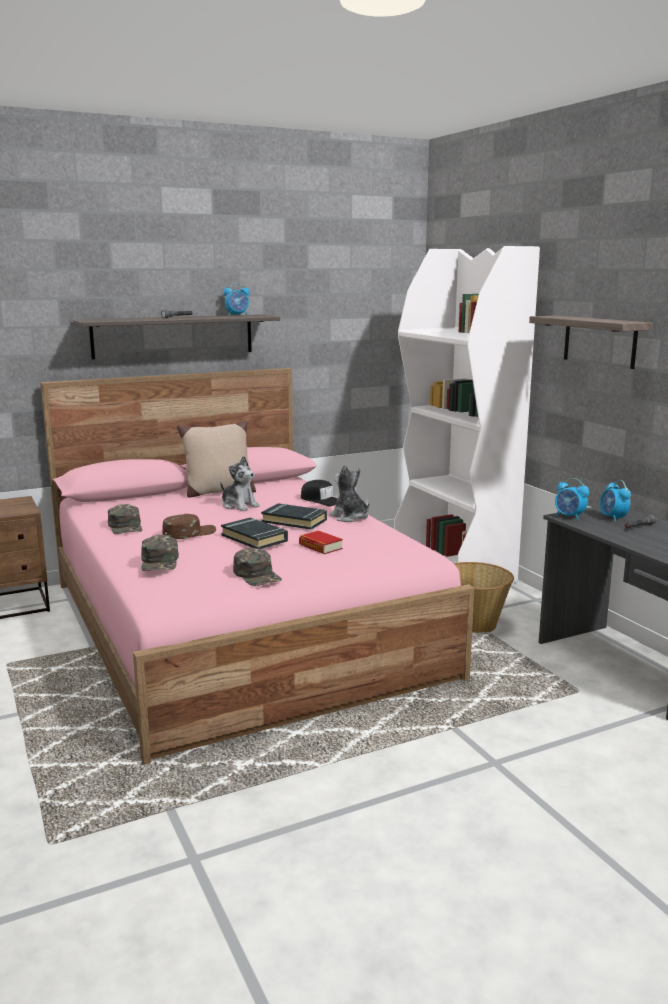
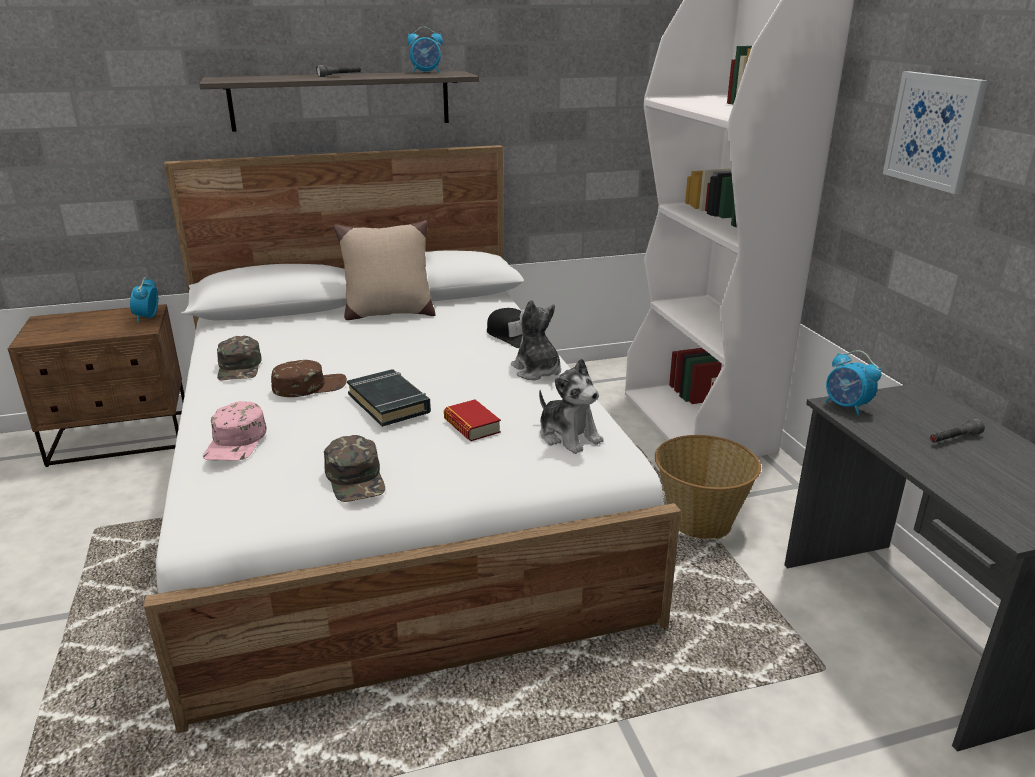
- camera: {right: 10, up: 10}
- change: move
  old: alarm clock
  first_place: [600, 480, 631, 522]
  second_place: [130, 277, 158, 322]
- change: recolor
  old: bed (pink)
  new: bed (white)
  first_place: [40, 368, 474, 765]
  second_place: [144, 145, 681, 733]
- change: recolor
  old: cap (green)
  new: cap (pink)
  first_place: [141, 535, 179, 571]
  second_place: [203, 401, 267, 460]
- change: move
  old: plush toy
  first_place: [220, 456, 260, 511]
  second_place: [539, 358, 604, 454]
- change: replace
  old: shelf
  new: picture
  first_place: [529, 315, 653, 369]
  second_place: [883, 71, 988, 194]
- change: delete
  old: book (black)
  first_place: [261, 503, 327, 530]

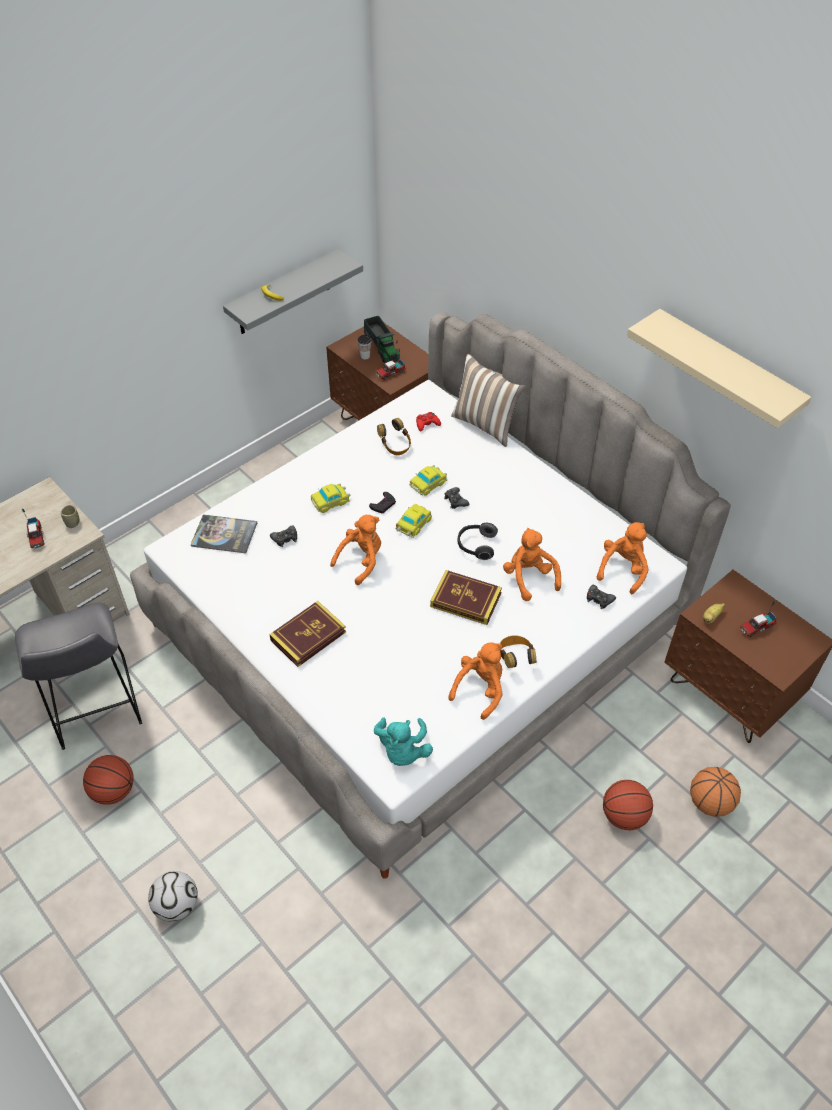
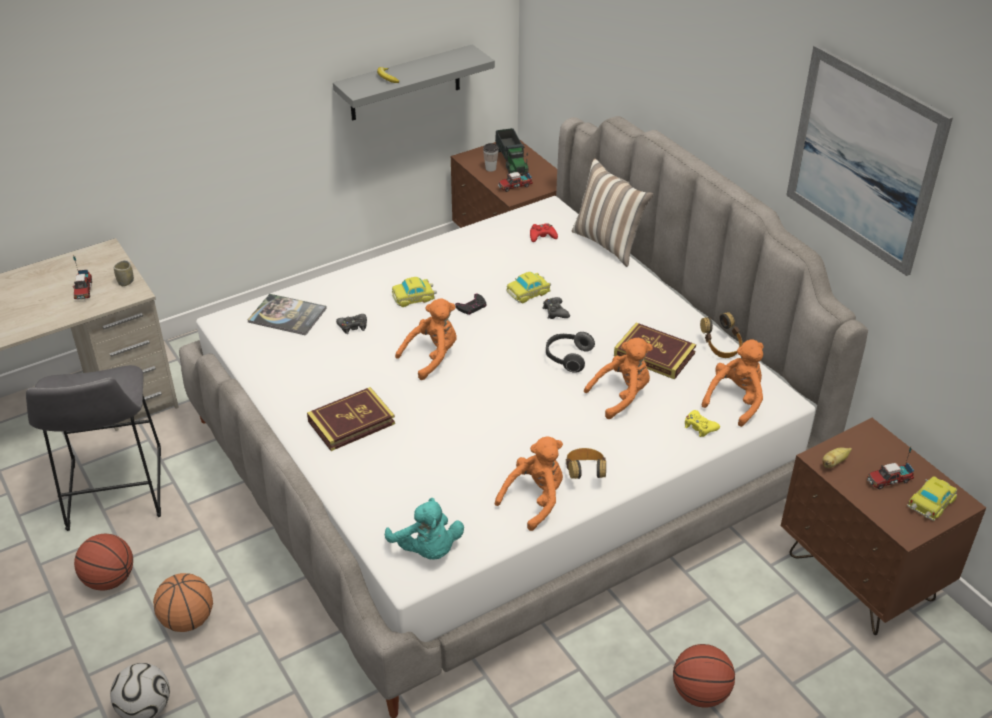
- camera: {right: 10, up: -10}
- change: move
  old: basketball
  first_place: [690, 767, 741, 817]
  second_place: [153, 573, 213, 632]
- change: rotate
  old: plush toy (turquoise)
  first_place: [374, 717, 433, 766]
  second_place: [385, 498, 464, 560]
  degrees: -45
- change: rotate
  old: plush toy (orange)
  first_place: [503, 528, 561, 601]
  second_place: [584, 338, 653, 419]
  degrees: 75
- change: move
  old: book
  first_place: [430, 570, 502, 625]
  second_place: [614, 322, 696, 380]
- change: recolor
  old: game controller (black)
  new: game controller (yellow)
  first_place: [587, 585, 616, 609]
  second_place: [685, 410, 720, 437]
- change: move
  old: headphones
  first_place: [377, 418, 411, 455]
  second_place: [700, 312, 742, 358]
- change: replace
  old: shelf (beige)
  new: picture
  first_place: [627, 309, 811, 428]
  second_place: [786, 45, 953, 276]
- change: move
  old: toy car
  first_place: [395, 504, 432, 538]
  second_place: [907, 476, 957, 521]

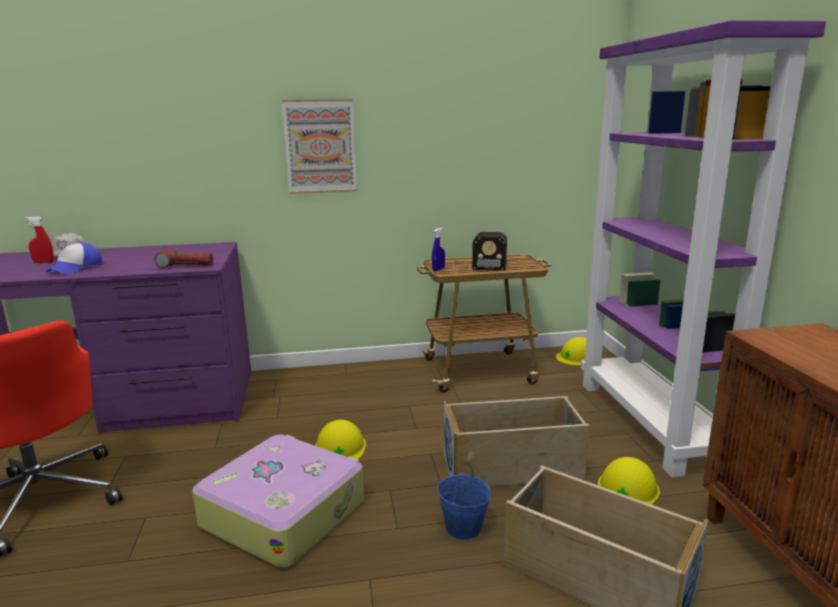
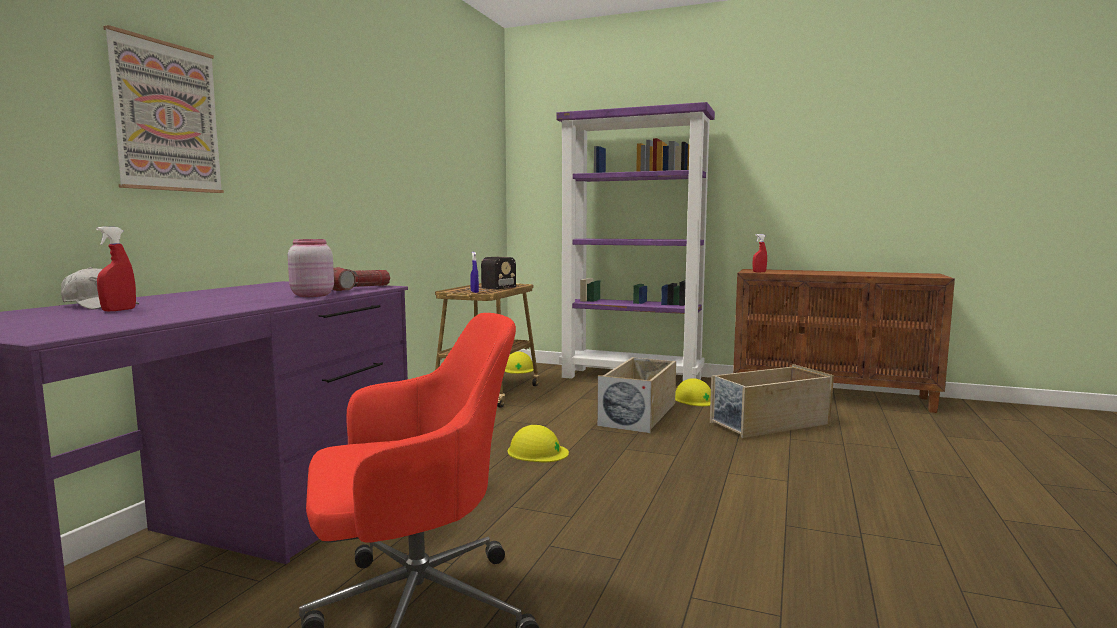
- camera: {right: -60, up: -10}
- change: move
  old: picture
  first_place: [282, 99, 357, 194]
  second_place: [103, 25, 224, 193]
- change: insert
  new: jar (pink)
  second_place: [288, 239, 334, 297]
- change: insert
  new: spray bottle (red)
  second_place: [753, 234, 767, 272]
- change: delete
  old: cap
  first_place: [46, 243, 102, 274]
- change: delete
  old: suitcase
  first_place: [192, 435, 364, 568]
- change: delete
  old: bucket (blue)
  first_place: [437, 462, 491, 540]

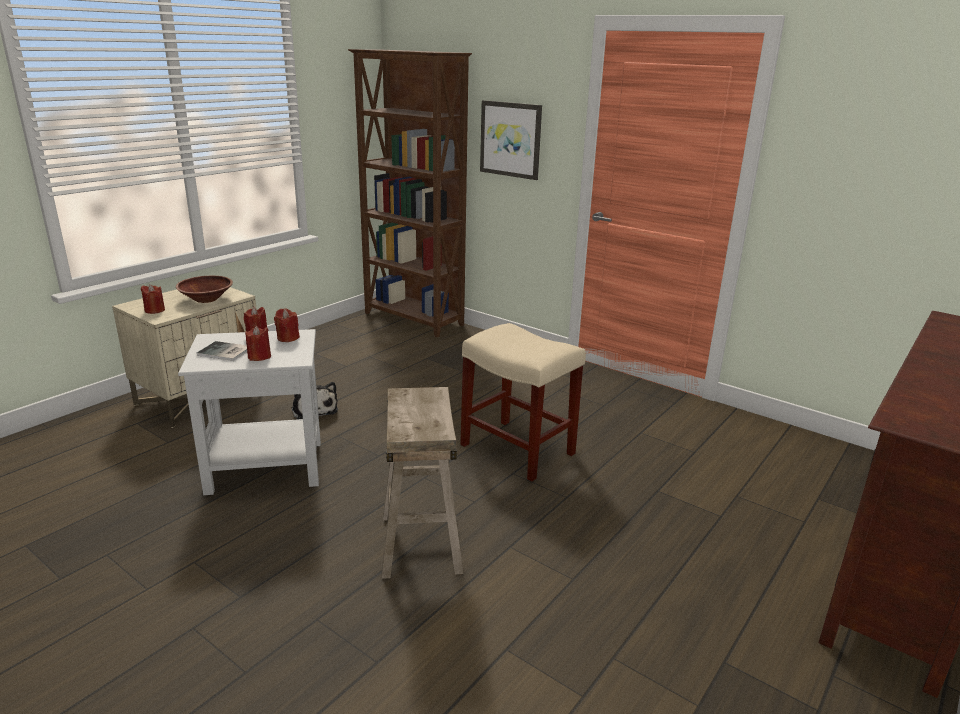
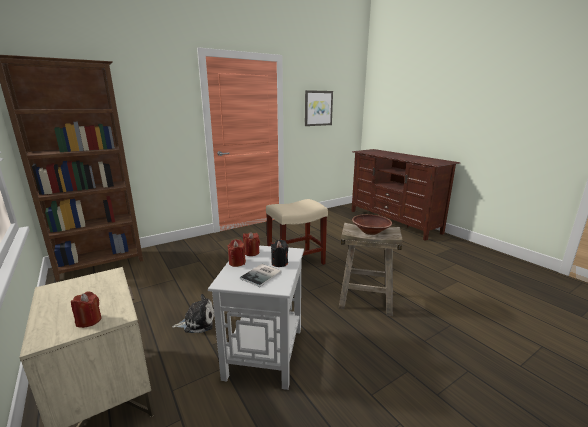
- camera: {right: -70, up: -5}
- change: recolor
  old: candle (red)
  new: candle (black)
  first_place: [245, 326, 271, 361]
  second_place: [271, 240, 288, 267]
- change: move
  old: picture
  first_place: [480, 100, 542, 180]
  second_place: [305, 90, 333, 126]
- change: move
  old: bowl (brown)
  first_place: [176, 276, 233, 303]
  second_place: [352, 214, 392, 235]

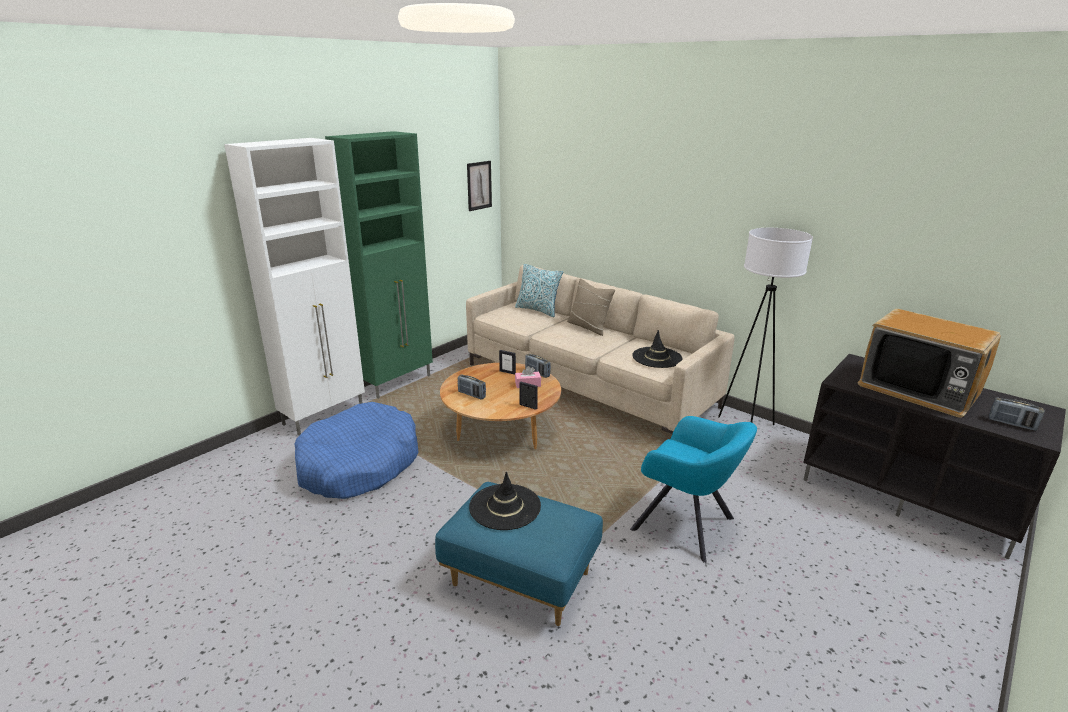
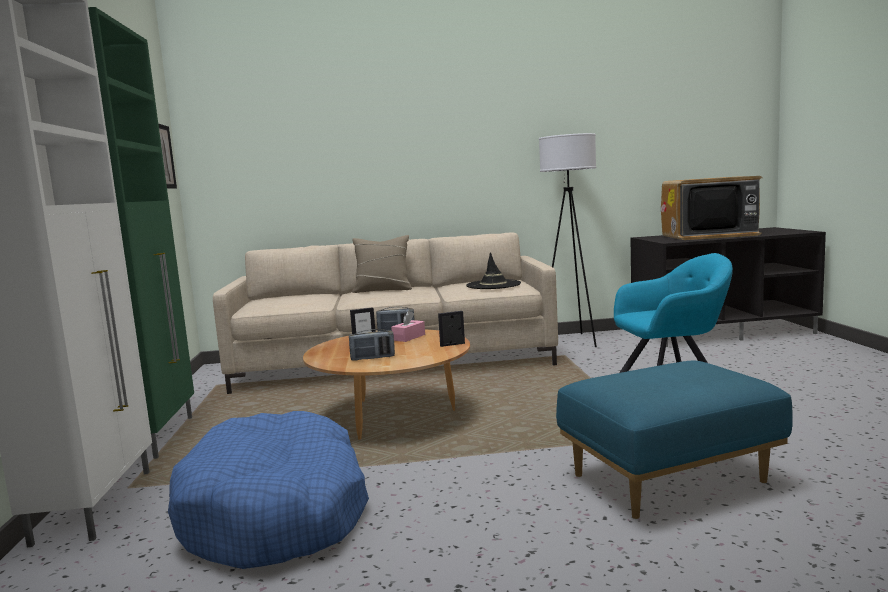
- camera: {right: -45, up: -15}
- change: delete
  old: hat (black)
  first_place: [469, 472, 541, 530]
- change: delete
  old: pillow
  first_place: [515, 264, 563, 317]
- change: delete
  old: radio
  first_place: [989, 397, 1045, 431]

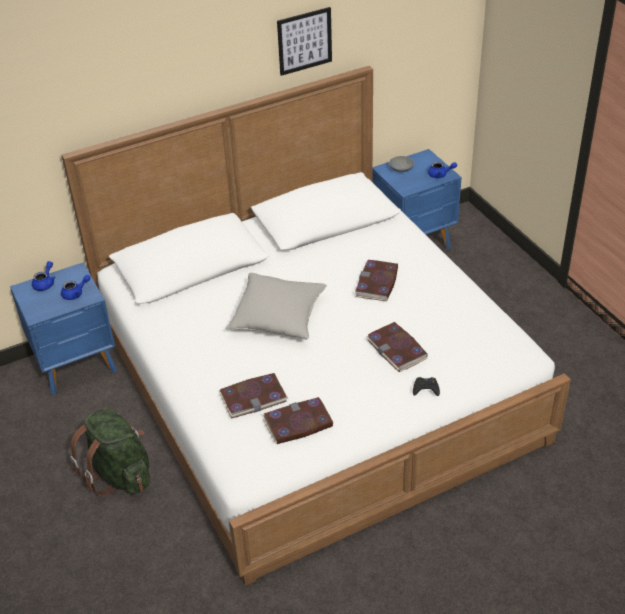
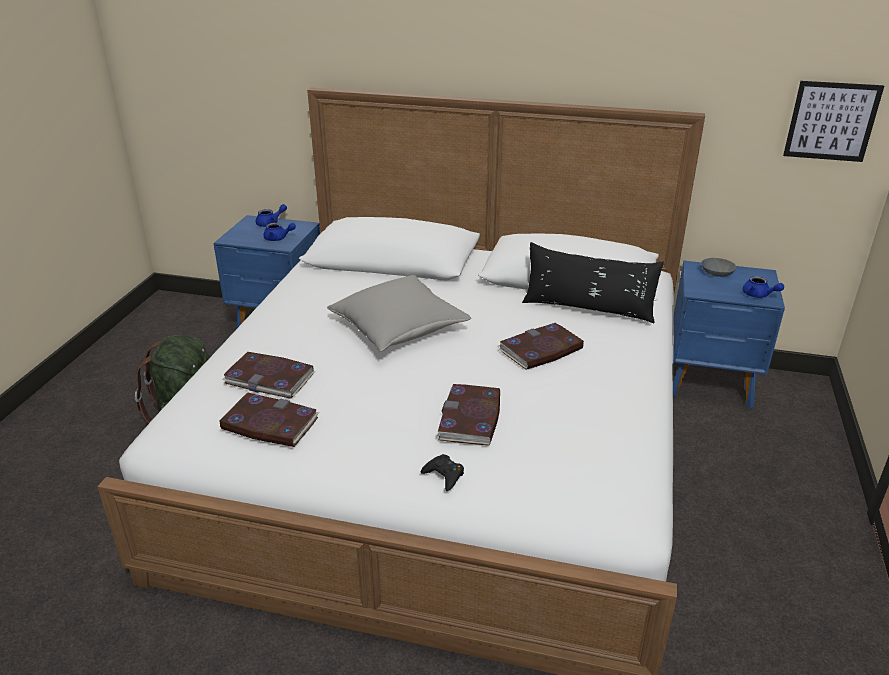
- camera: {right: 40, up: -10}
- change: insert
  new: pillow (black)
  second_place: [522, 242, 664, 323]
- change: move
  old: picture
  first_place: [277, 7, 332, 76]
  second_place: [783, 81, 884, 162]

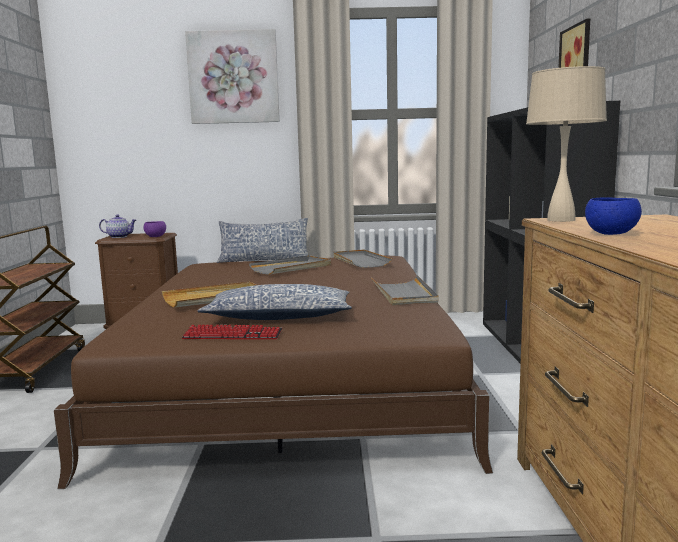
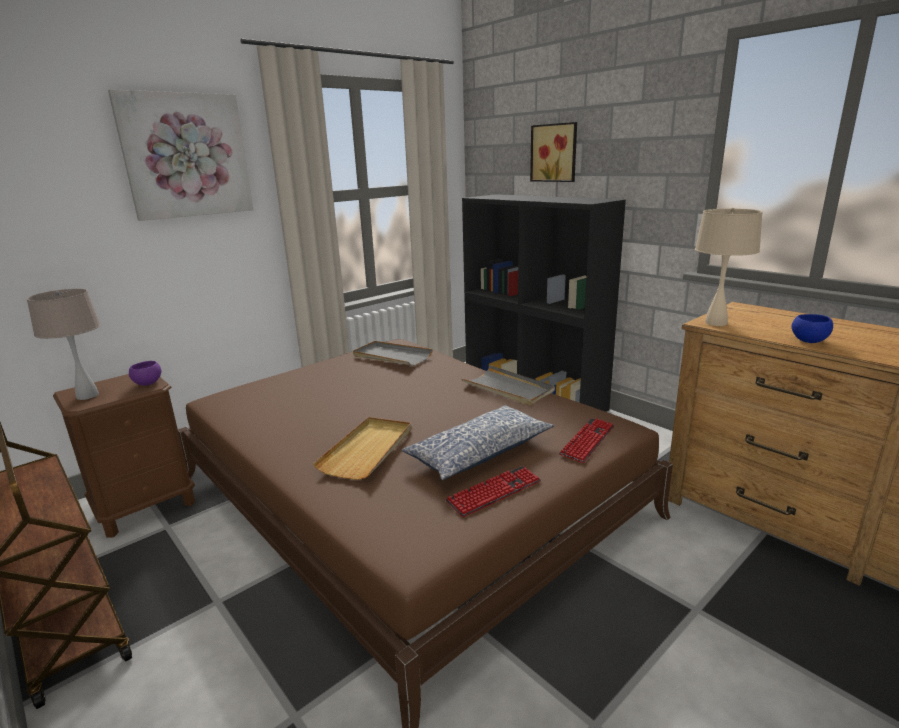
- camera: {right: -40, up: 10}
- change: replace
  old: teapot
  new: table lamp (beige)
  first_place: [99, 214, 136, 238]
  second_place: [27, 289, 100, 400]
- change: insert
  new: keyboard
  second_place: [559, 418, 614, 463]
- change: delete
  old: pillow
  first_place: [217, 218, 308, 263]
- change: delete
  old: tray (grey)
  first_place: [249, 255, 331, 275]

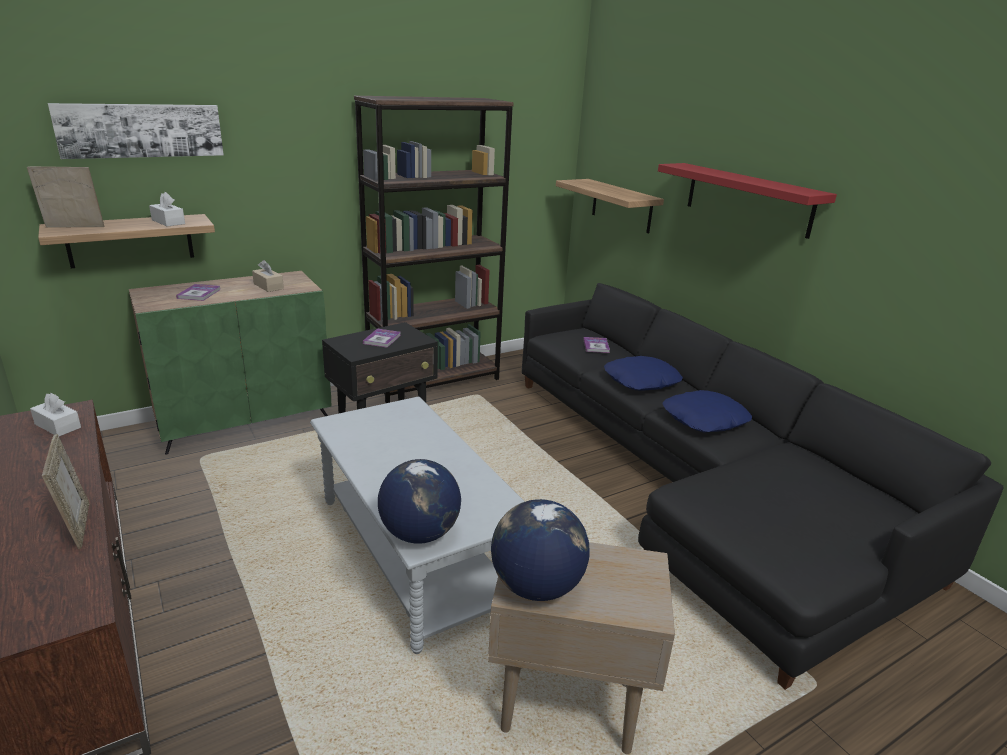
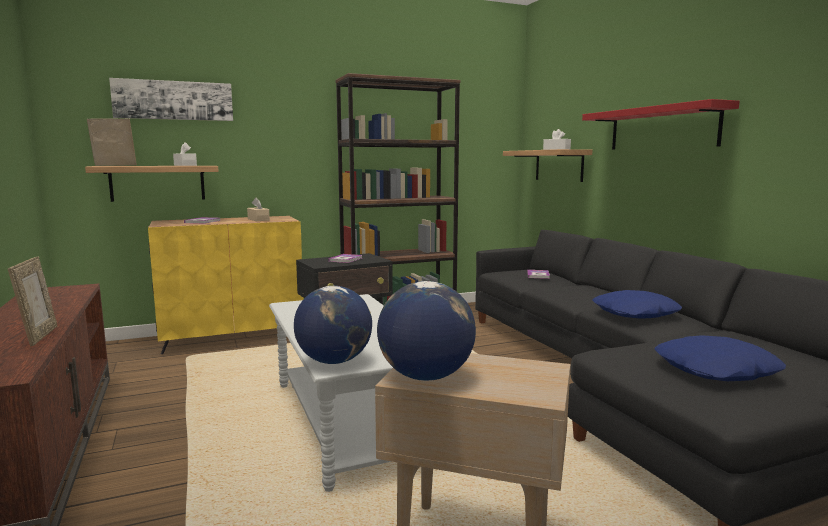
- camera: {right: 10, up: -15}
- change: recolor
  old: cabinet (green)
  new: cabinet (yellow)
  first_place: [129, 271, 331, 455]
  second_place: [148, 216, 303, 354]
- change: move
  old: tissue box (white)
  first_place: [30, 393, 81, 437]
  second_place: [543, 129, 571, 150]
- change: move
  old: pillow (blue)
  first_place: [604, 356, 683, 391]
  second_place: [655, 335, 786, 381]

